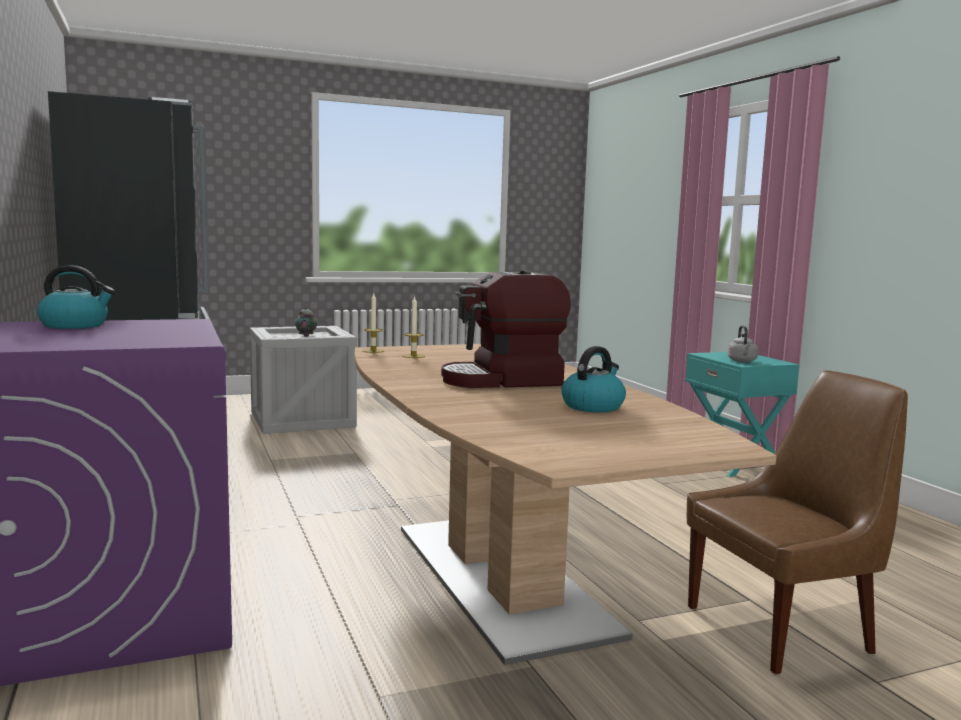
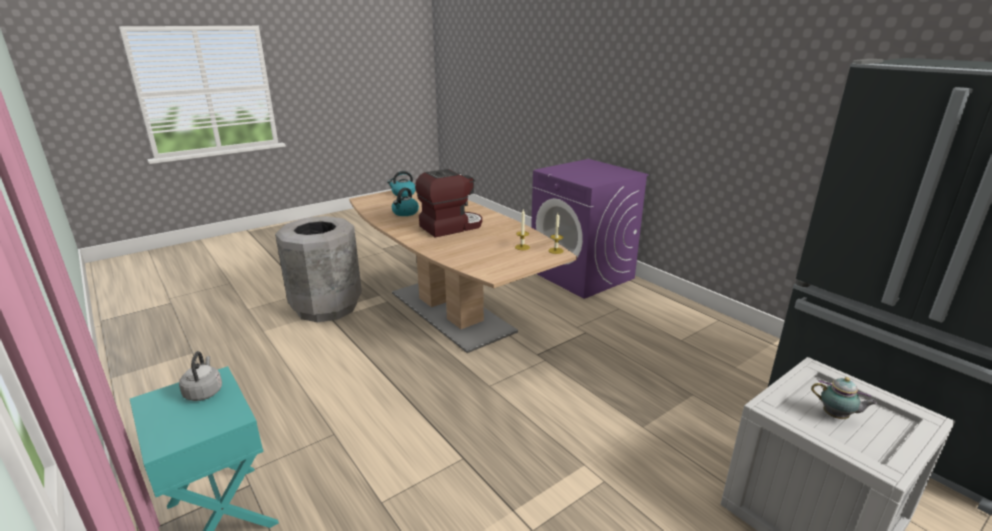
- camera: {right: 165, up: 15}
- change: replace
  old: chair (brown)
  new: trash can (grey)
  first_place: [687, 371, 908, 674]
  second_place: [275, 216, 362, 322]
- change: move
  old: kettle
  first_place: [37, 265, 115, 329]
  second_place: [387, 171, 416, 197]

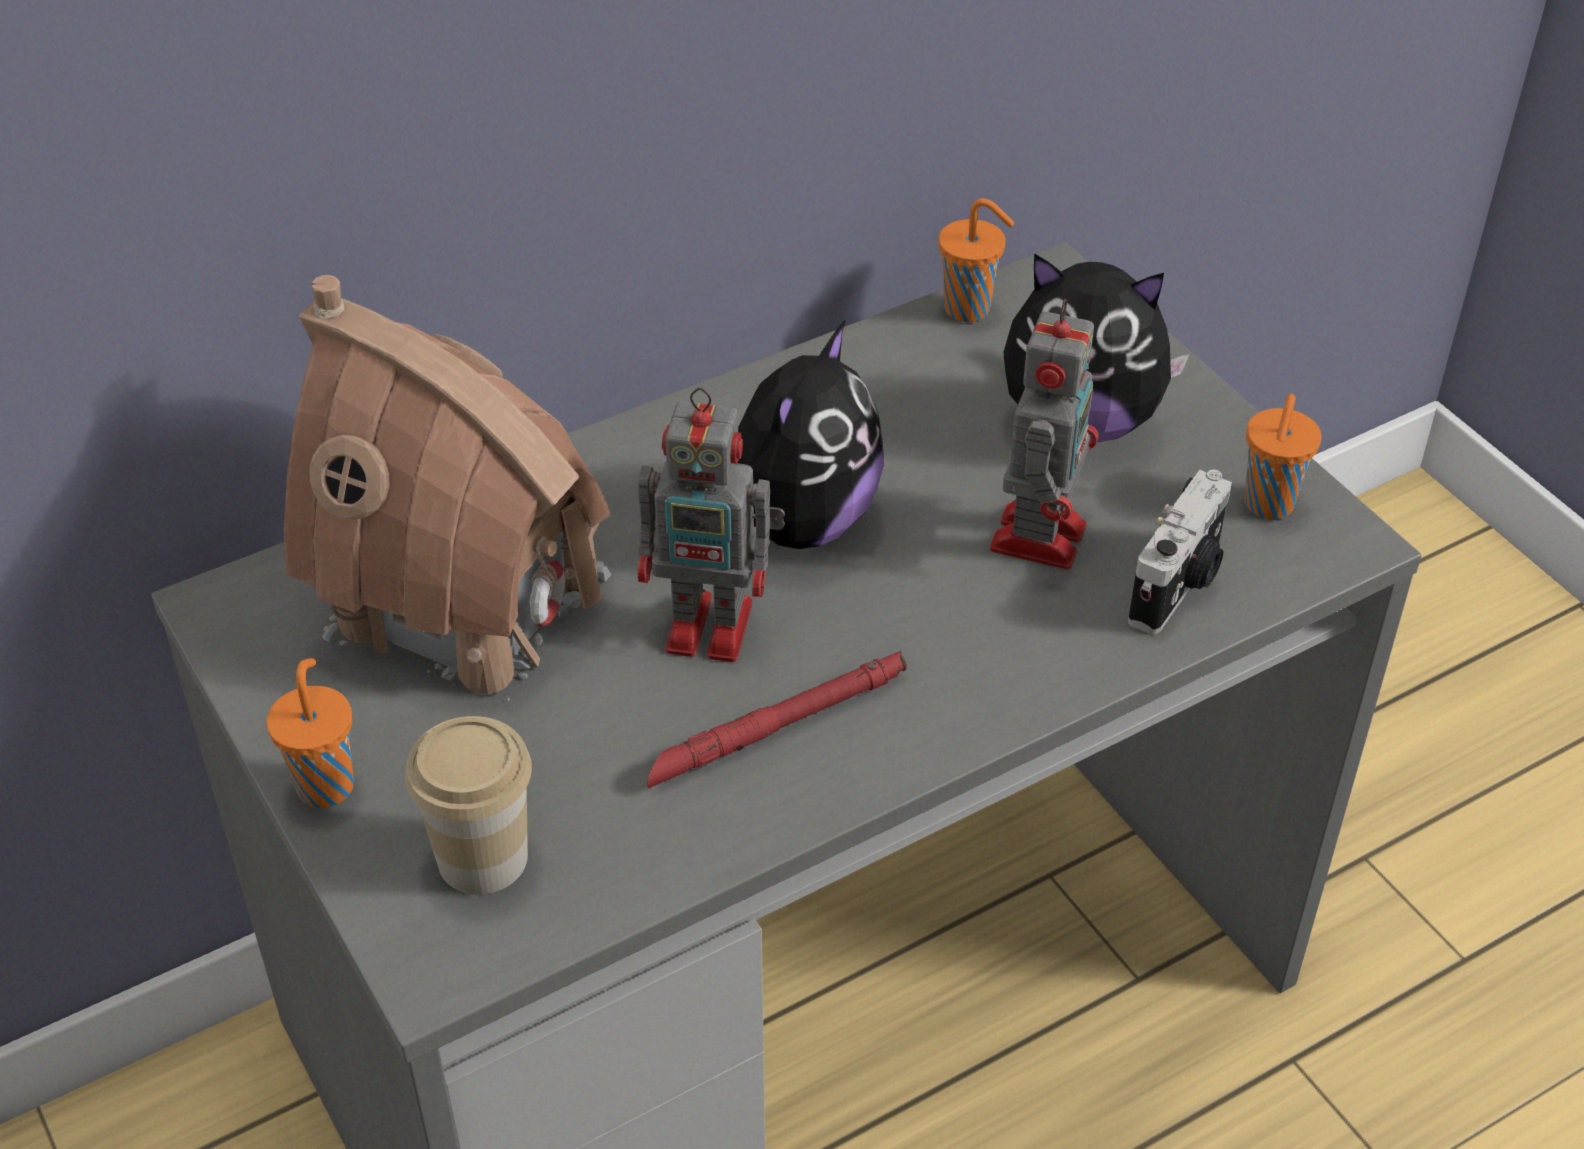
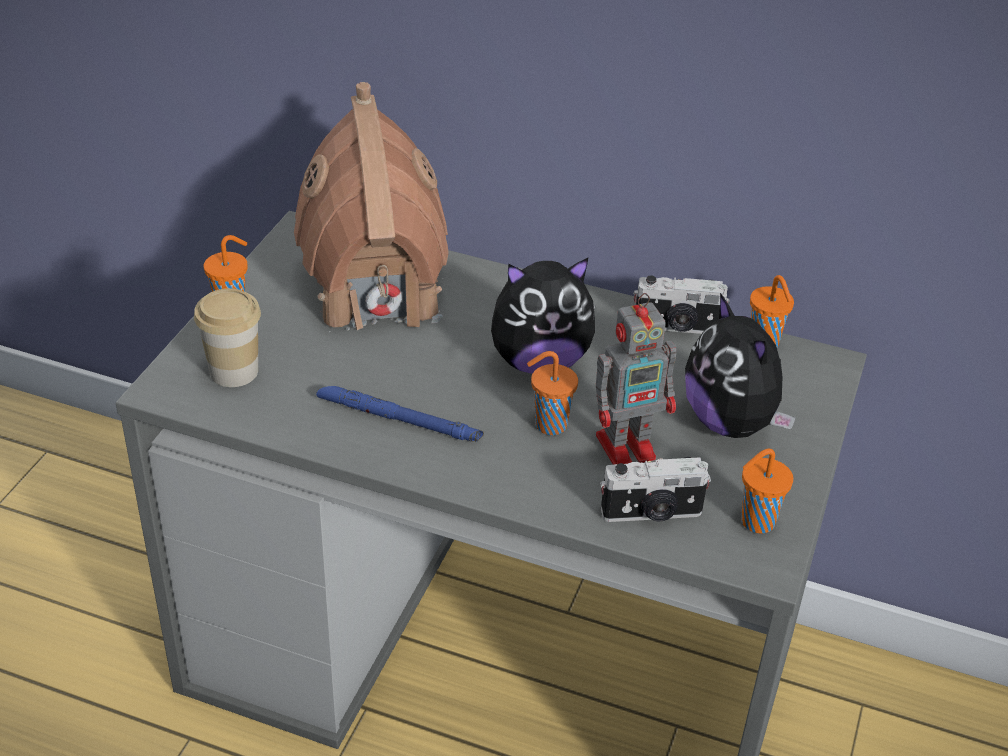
- camera: {right: 50, up: -5}
- change: recolor
  old: flashlight (red)
  new: flashlight (blue)
  first_place: [648, 651, 907, 788]
  second_place: [316, 386, 484, 442]
- change: insert
  new: cup (orange)
  second_place: [527, 351, 578, 435]
- change: insert
  new: photo camera
  second_place: [634, 275, 730, 334]
- change: delete
  old: toy robot
  first_place: [638, 388, 785, 662]

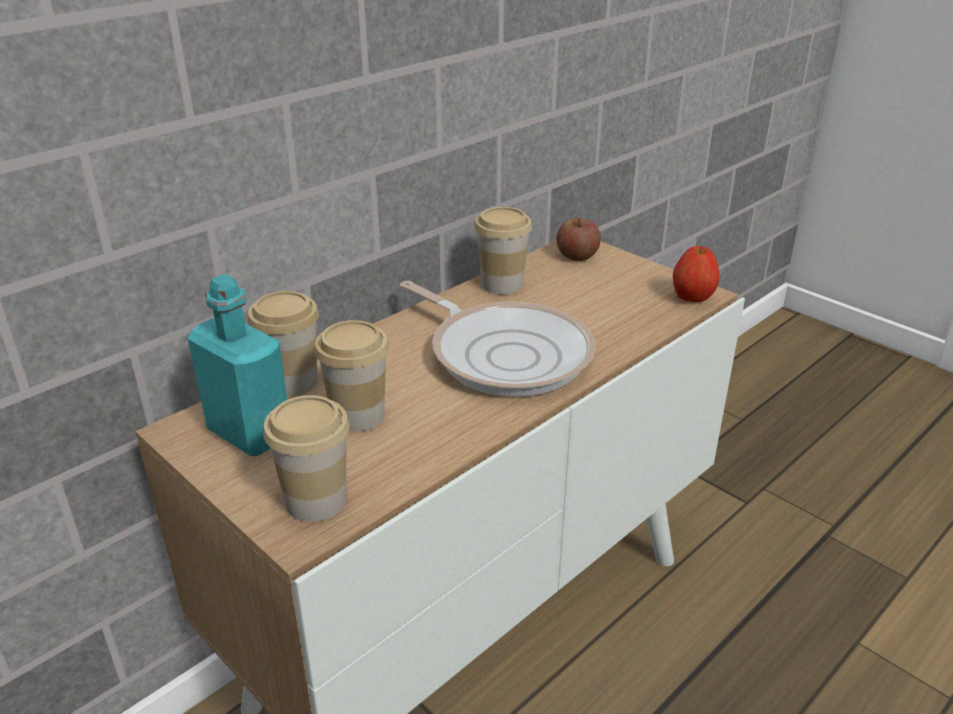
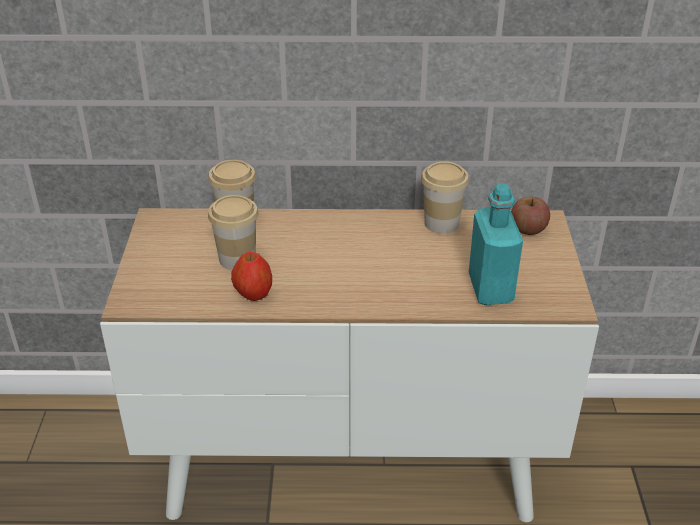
- camera: {right: 45, up: 5}
- change: move
  old: apple
  first_place: [673, 246, 720, 302]
  second_place: [231, 252, 272, 301]
- change: move
  old: bottle (turquoise)
  first_place: [188, 275, 287, 456]
  second_place: [469, 184, 523, 305]
- change: delete
  old: cup
  first_place: [263, 395, 350, 522]
- change: delete
  old: frying pan
  first_place: [400, 281, 595, 397]

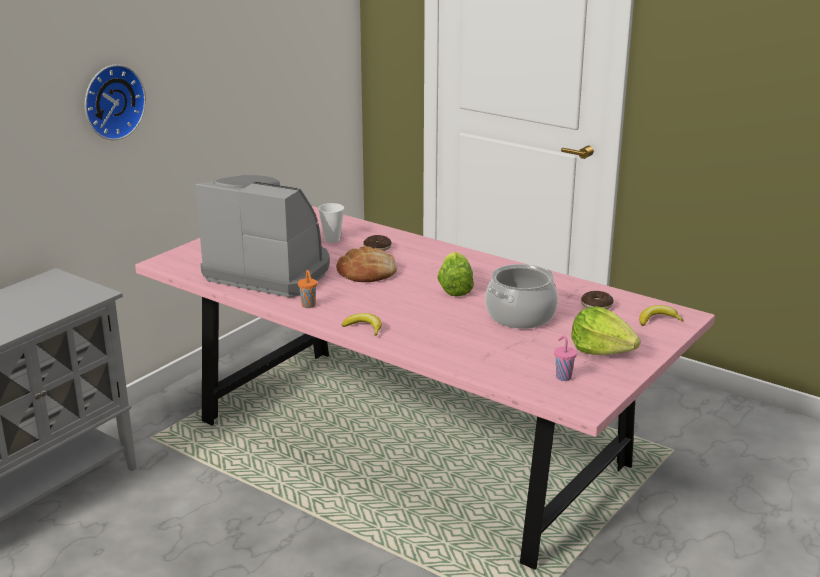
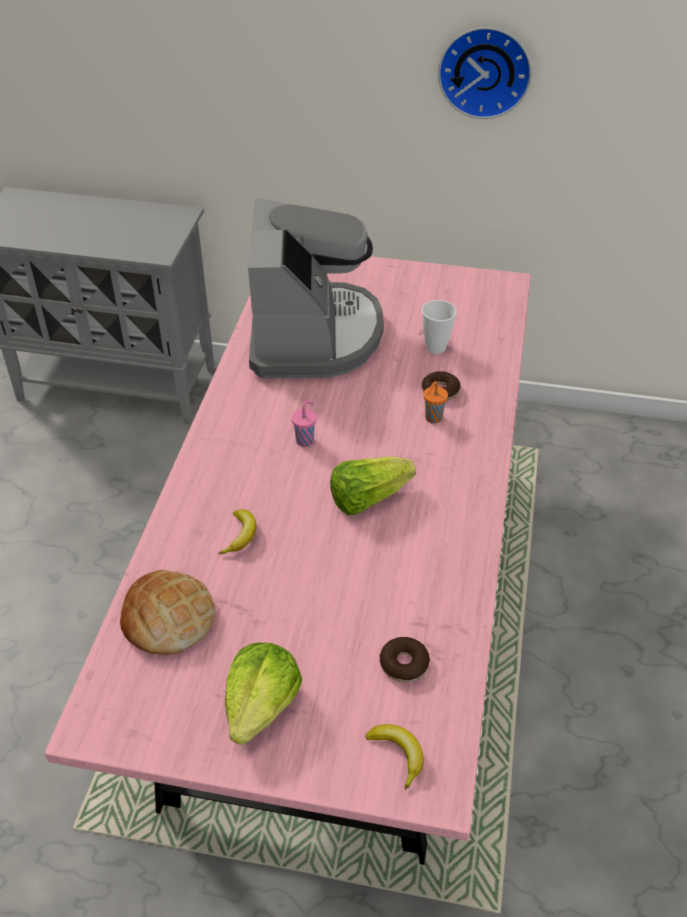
- camera: {right: 65, up: 20}
- change: move
  old: bread
  first_place: [336, 246, 397, 282]
  second_place: [120, 570, 215, 655]
- change: move
  old: banana
  first_place: [342, 313, 382, 336]
  second_place: [218, 509, 256, 554]
- change: move
  old: cup (pink)
  first_place: [554, 335, 577, 381]
  second_place: [291, 401, 317, 447]
- change: move
  old: cup (orange)
  first_place: [298, 270, 317, 308]
  second_place: [423, 381, 448, 423]
- change: move
  old: wall clock
  first_place: [85, 64, 146, 140]
  second_place: [438, 27, 532, 119]
- change: delete
  old: cooking pot
  first_place: [485, 264, 558, 329]

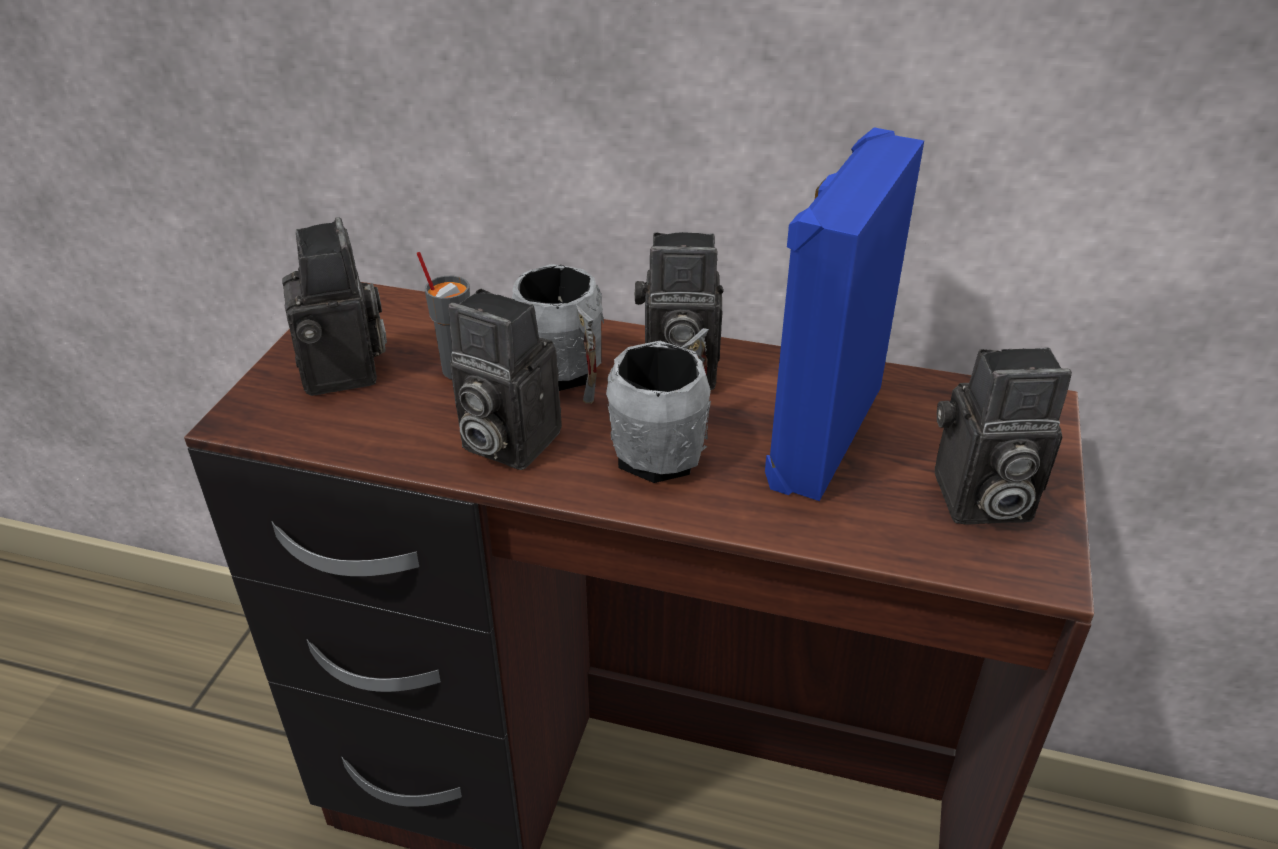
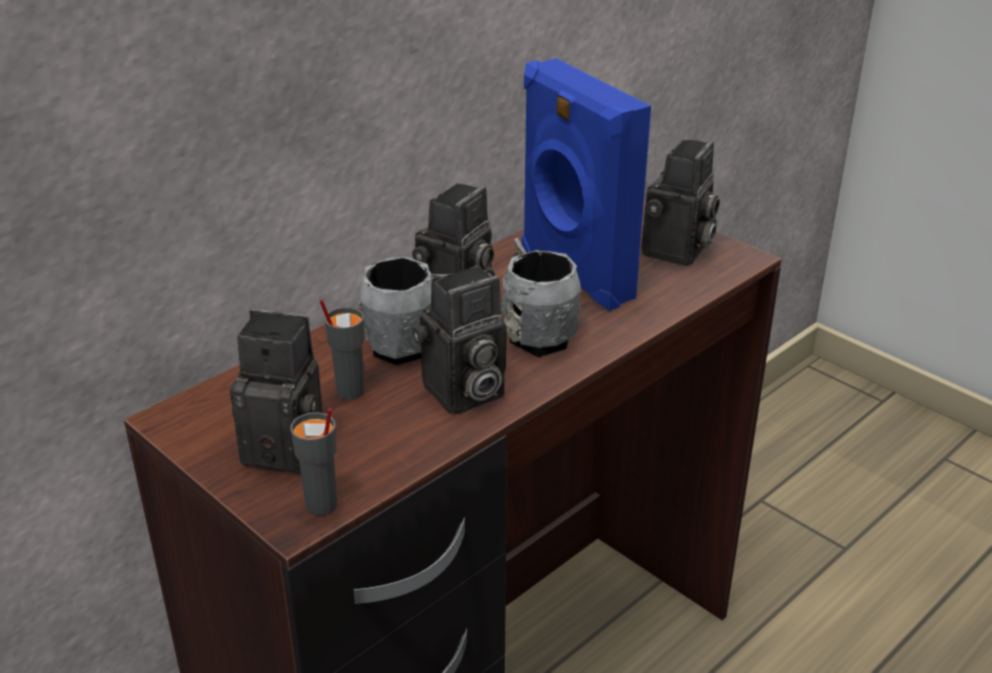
- camera: {right: -60, up: -5}
- change: insert
  new: cup (grey)
  second_place: [290, 408, 337, 516]

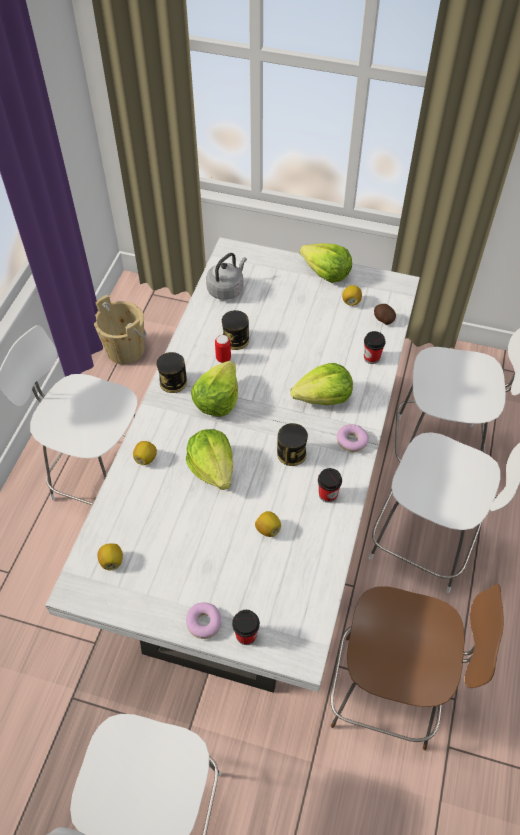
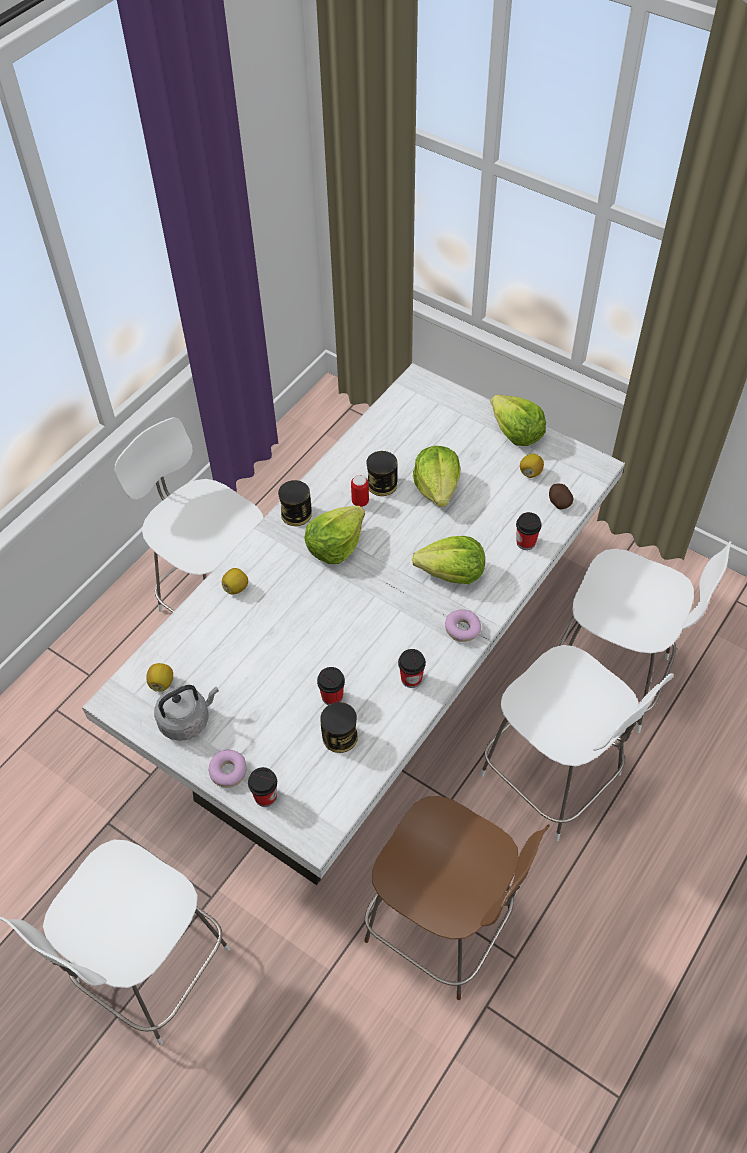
- camera: {right: 20, up: 0}
- change: move
  old: kettle (grey)
  first_place: [206, 253, 247, 300]
  second_place: [154, 685, 219, 741]
- change: replace
  old: lemon
  new: cup
  first_place: [255, 511, 281, 537]
  second_place: [317, 667, 345, 705]
- change: move
  old: can
  first_place: [277, 423, 308, 466]
  second_place: [320, 702, 358, 753]
- change: move
  old: lettuce
  first_place: [186, 429, 233, 490]
  second_place: [413, 446, 460, 507]
- change: delete
  old: bucket (beige)
  first_place: [94, 295, 147, 364]

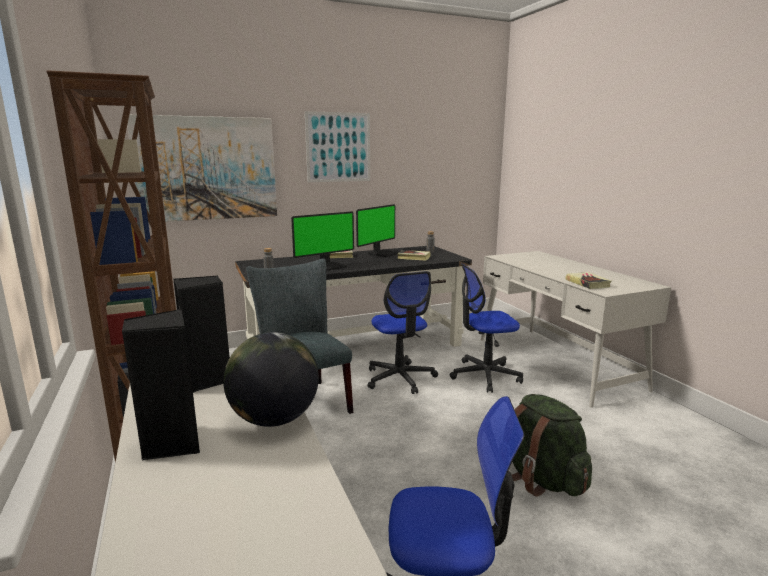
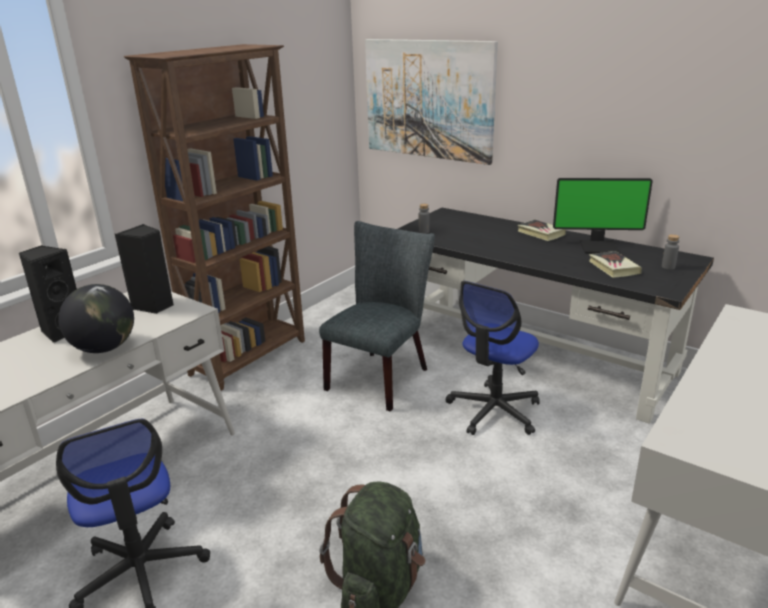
- camera: {right: 60, up: 10}
- change: delete
  old: monitor
  first_place: [291, 211, 354, 271]
- change: delete
  old: picture
  first_place: [305, 111, 370, 182]
- change: delete
  old: office chair
  first_place: [450, 263, 523, 393]
- change: delete
  old: book
  first_place: [565, 272, 612, 289]

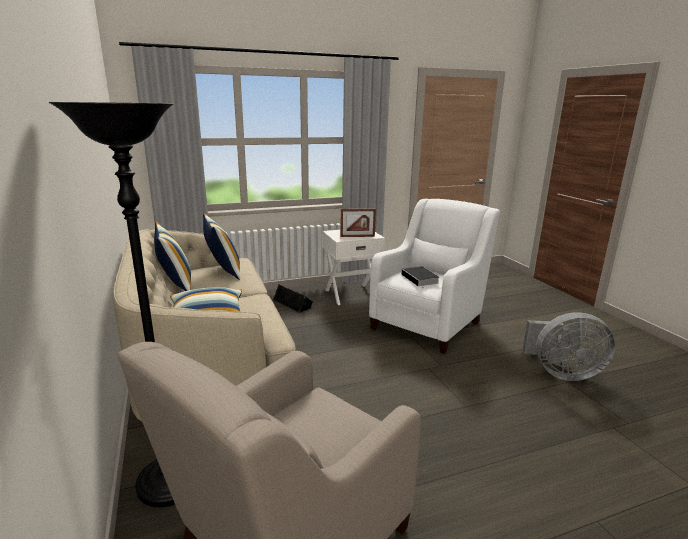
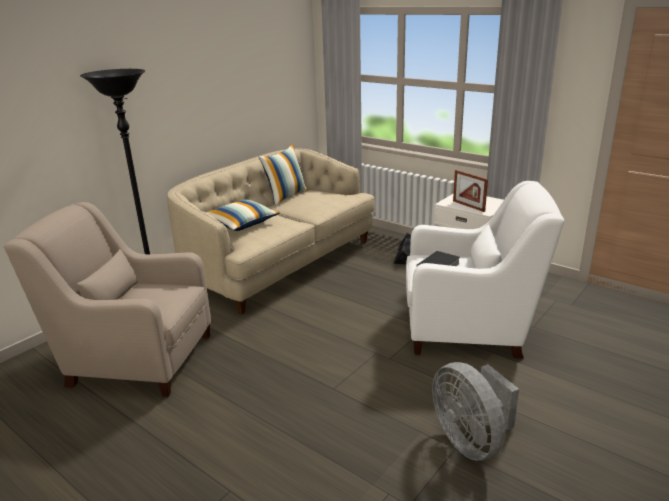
- camera: {right: 60, up: 5}
- change: delete
  old: pillow
  first_place: [203, 213, 240, 280]

